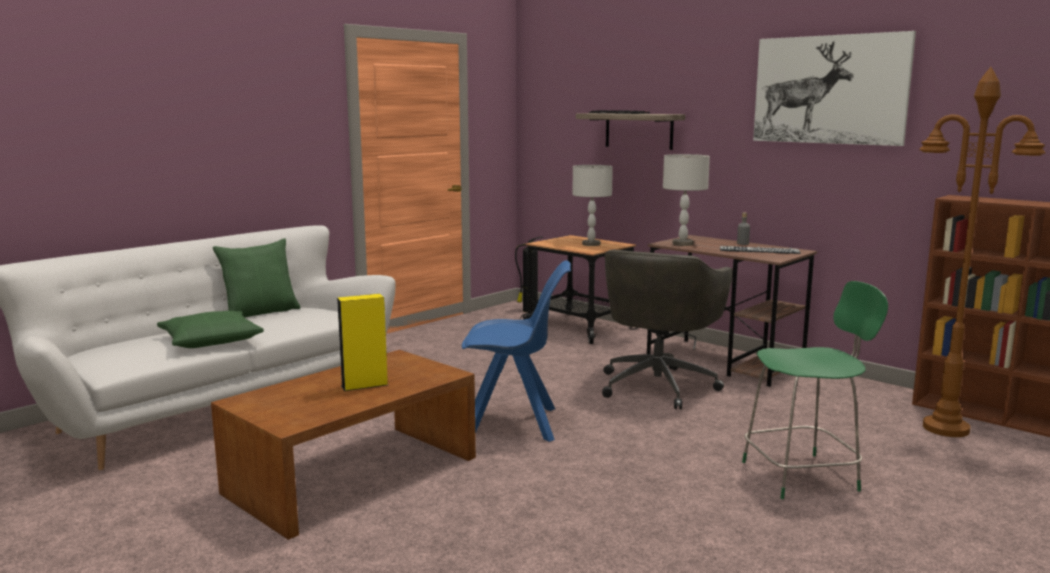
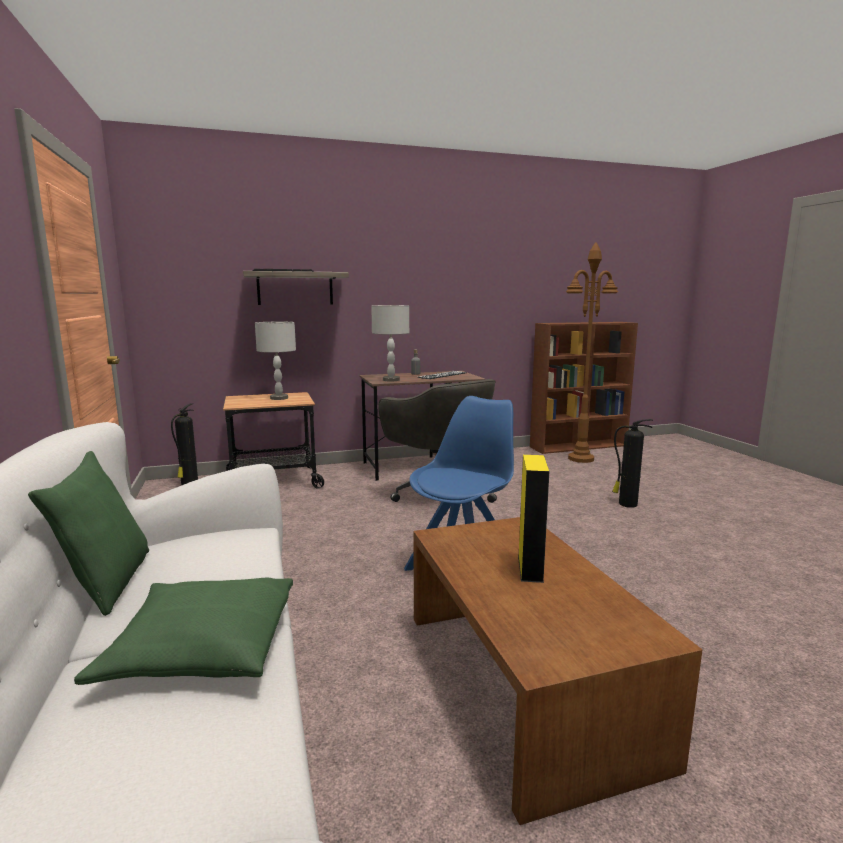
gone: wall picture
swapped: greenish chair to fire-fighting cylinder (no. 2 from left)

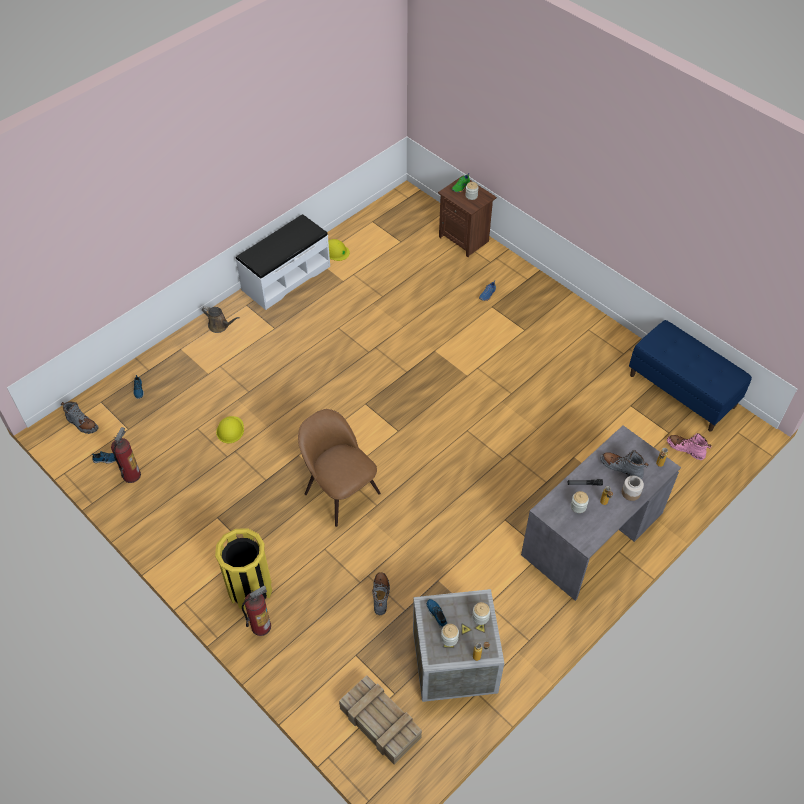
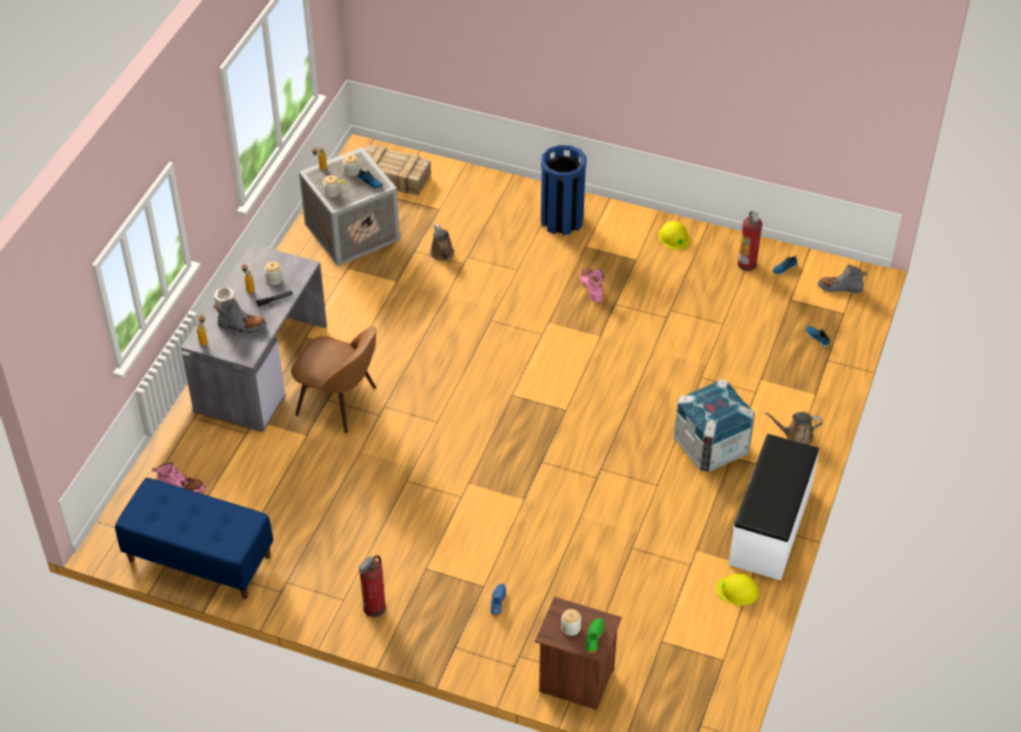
new: pinkish high-top boot (no. 2 from left); crate (no. 3 from left)
shifted: yellow safety helmet (no. 1 from left); fire-fighting cylinder (no. 2 from left in the first image) to fire-fighting cylinder (no. 1 from left); brown chair
swapped: greyish high-top boot (no. 2 from left) to brown watering pot (no. 1 from left)
repainted: yellow rubbish bin to blue rubbish bin

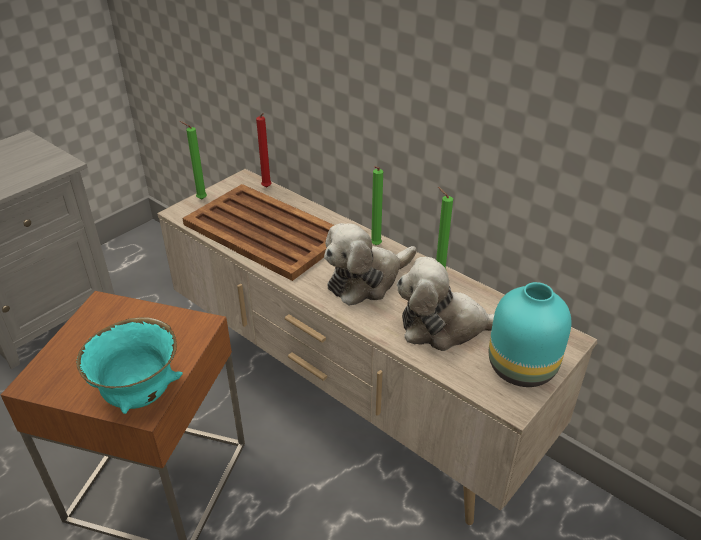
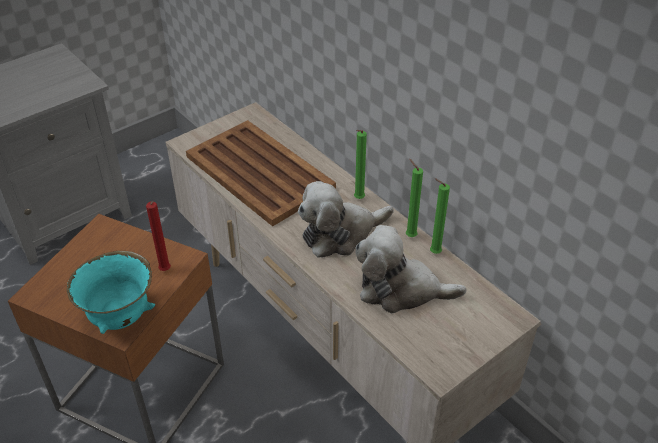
gone: turquoise-coloured decorative vase
shifted: greenish wax light (no. 1 from left in the first image) to greenish wax light (no. 3 from left); red wax light

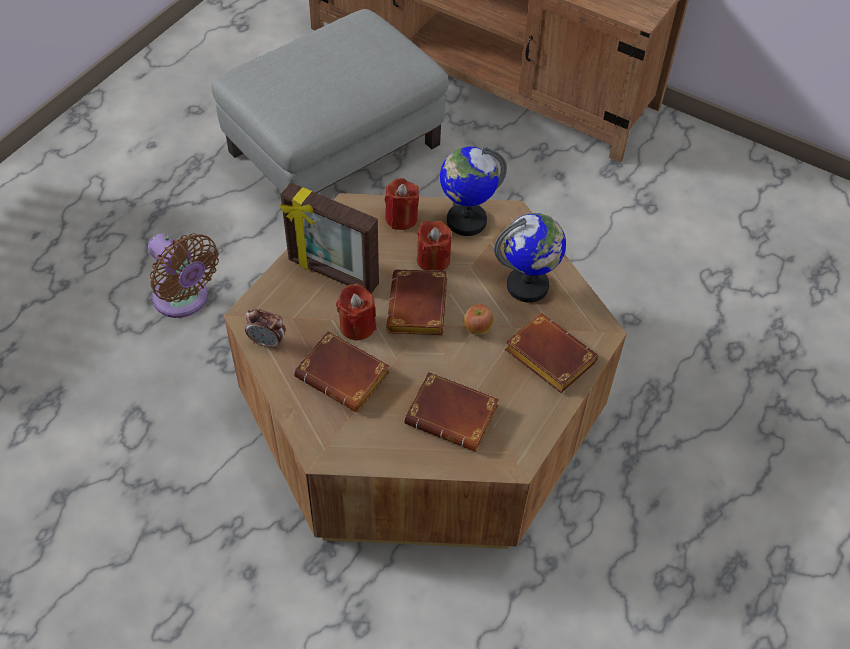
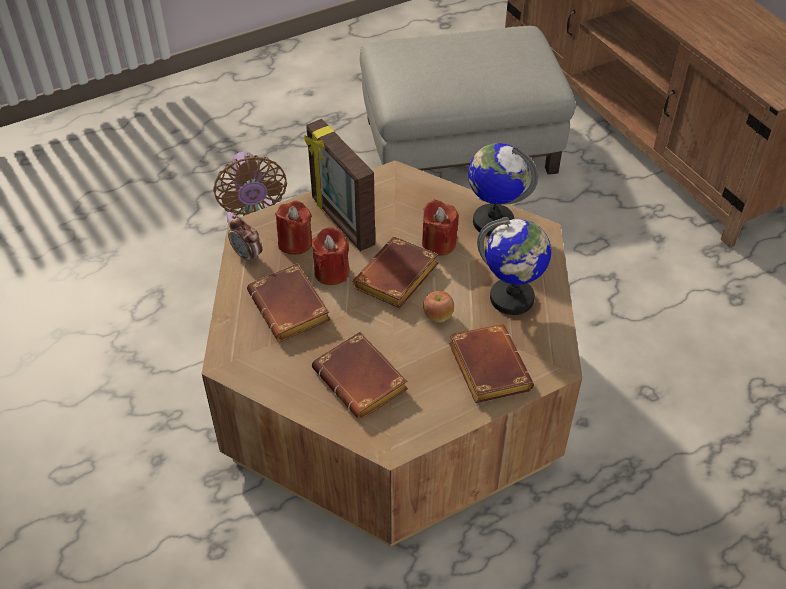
shifted: red wax light (no. 2 from left in the first image) to red wax light (no. 1 from left)

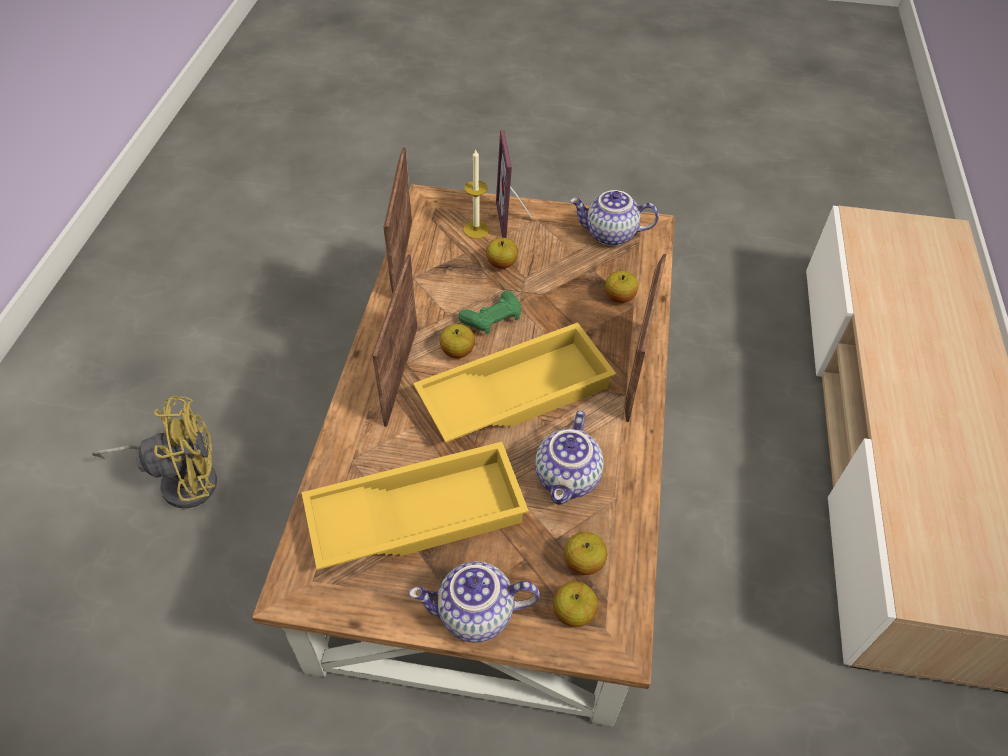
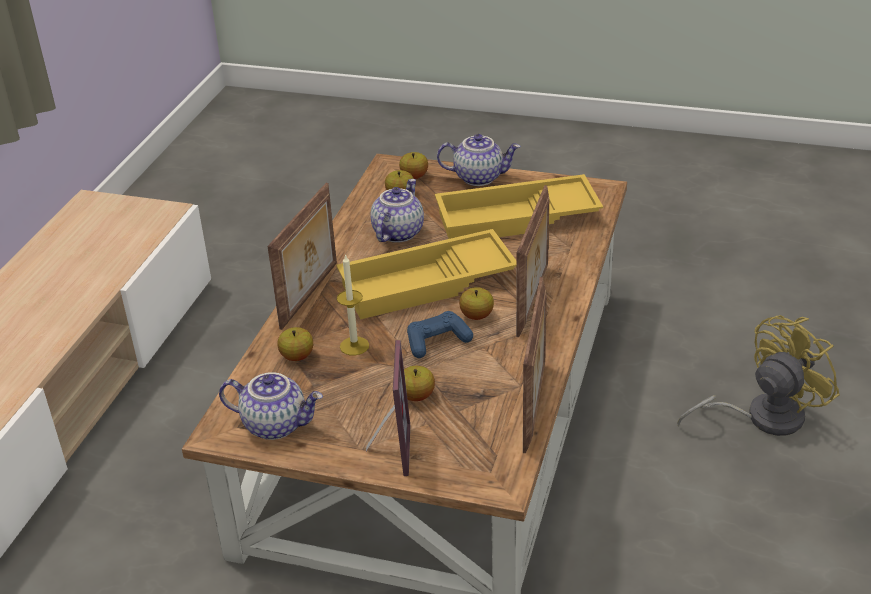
shifted: wax light
repainted: greenish gamepad to blue gamepad
rotated: yellow cooling fan 150 degrees clockwise

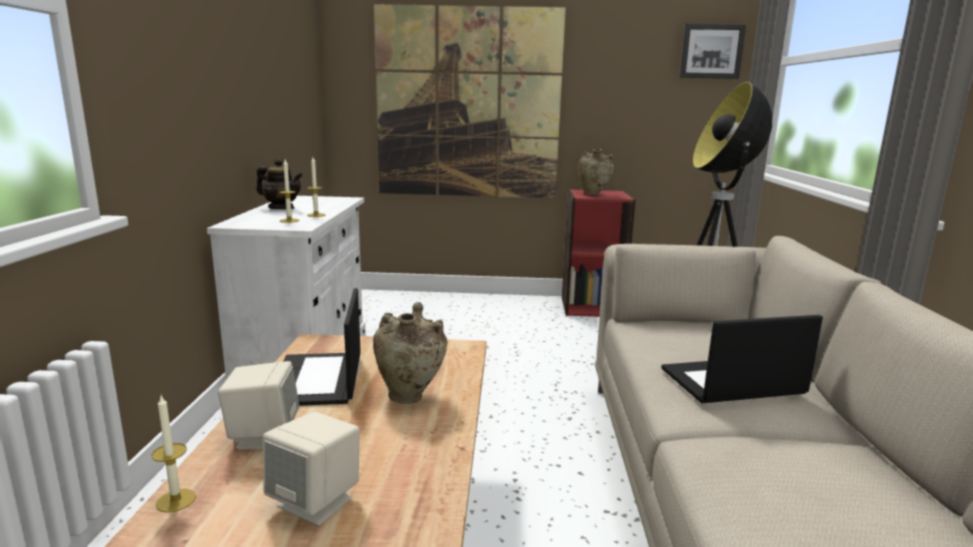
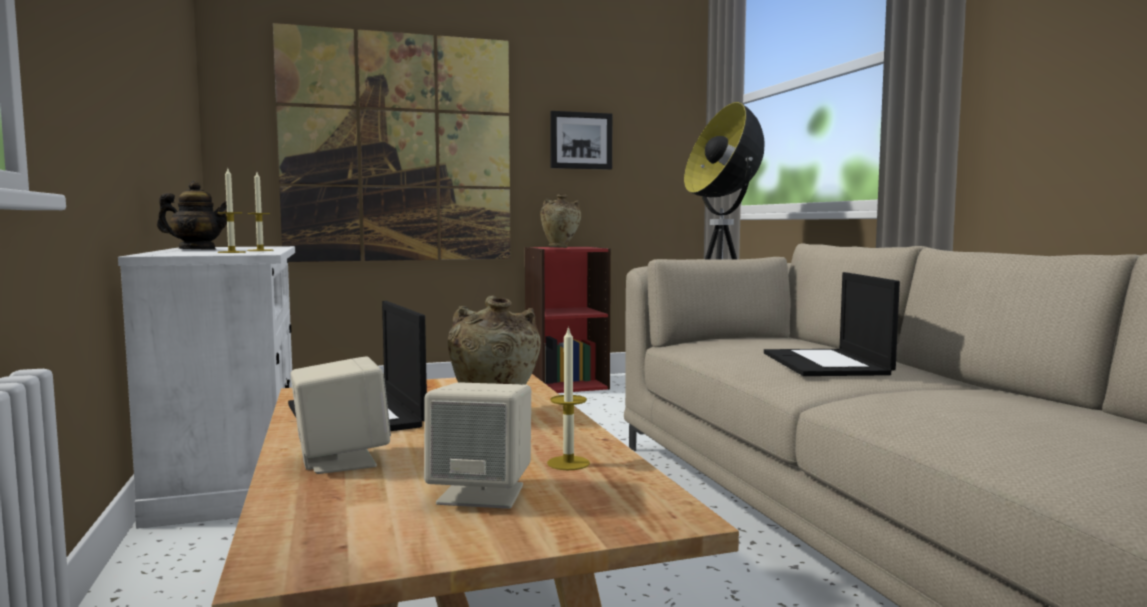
shifted: wax light (no. 1 from left in the first image) to wax light (no. 3 from left); wall picture (no. 2 from left)
rotated: laptop (no. 2 from left) 60 degrees counterclockwise

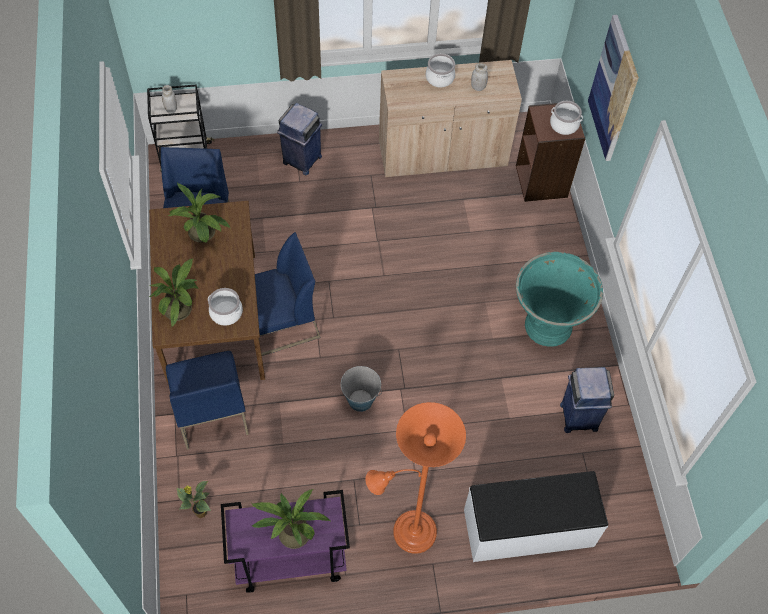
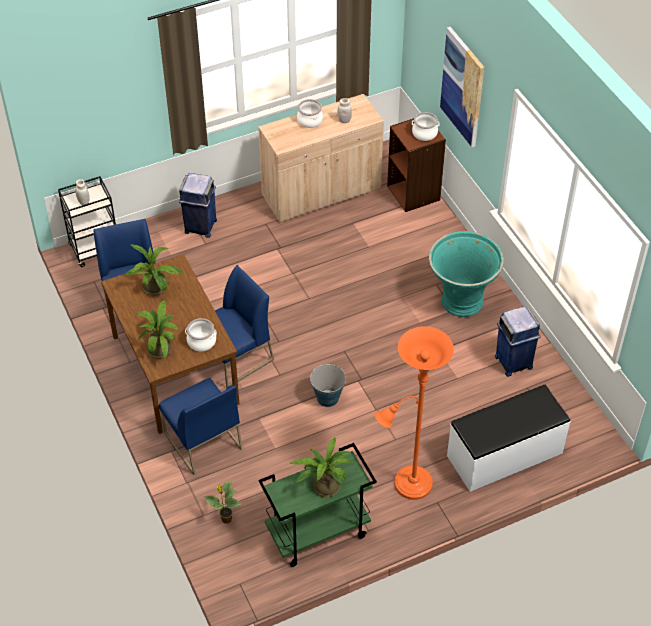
repainted: purplish trolley to greenish trolley

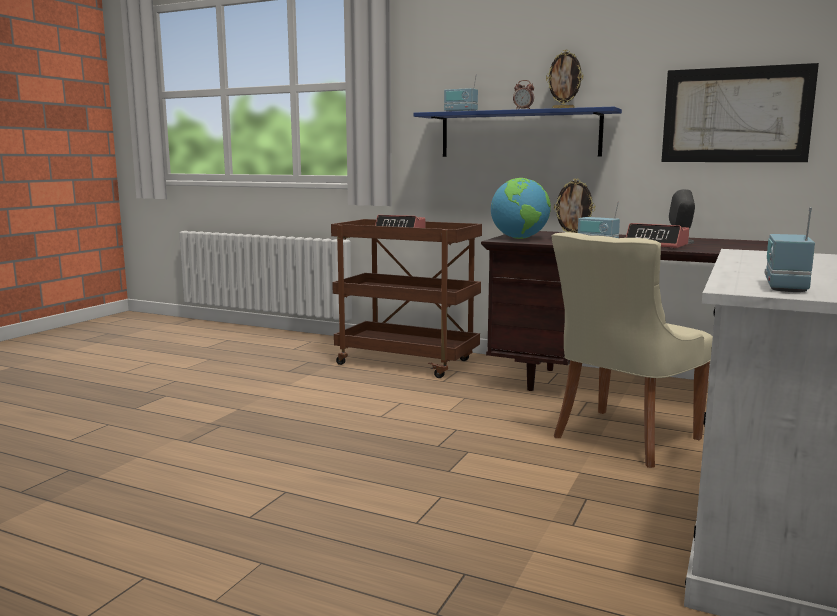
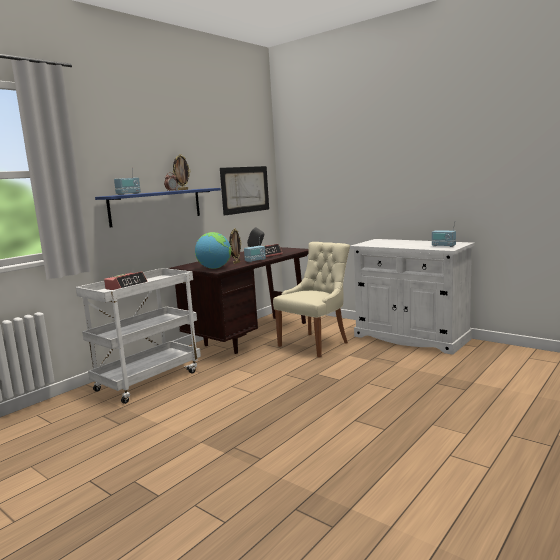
repainted: brown trolley to white-coloured trolley
rotated: beige chair 105 degrees counterclockwise

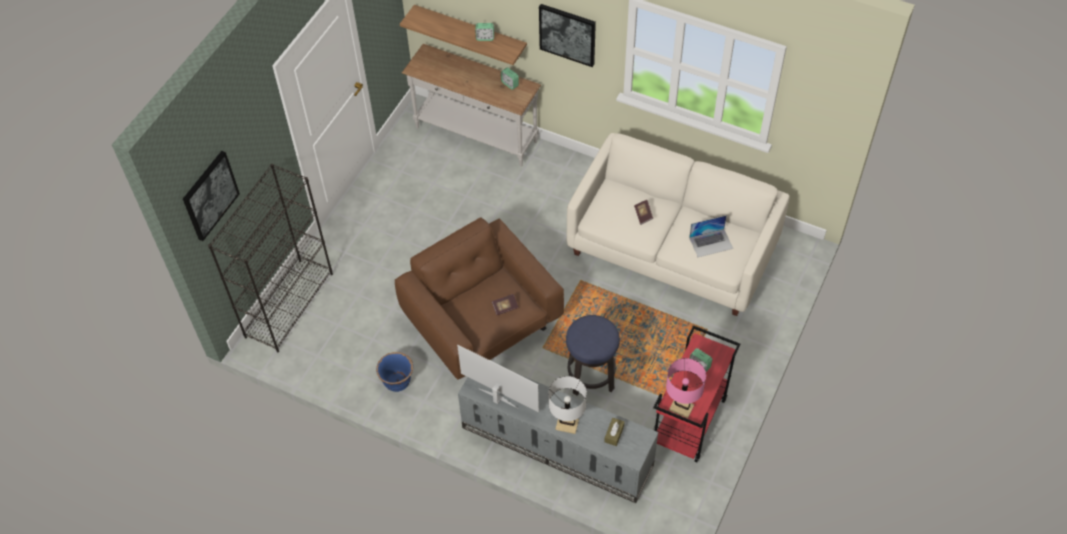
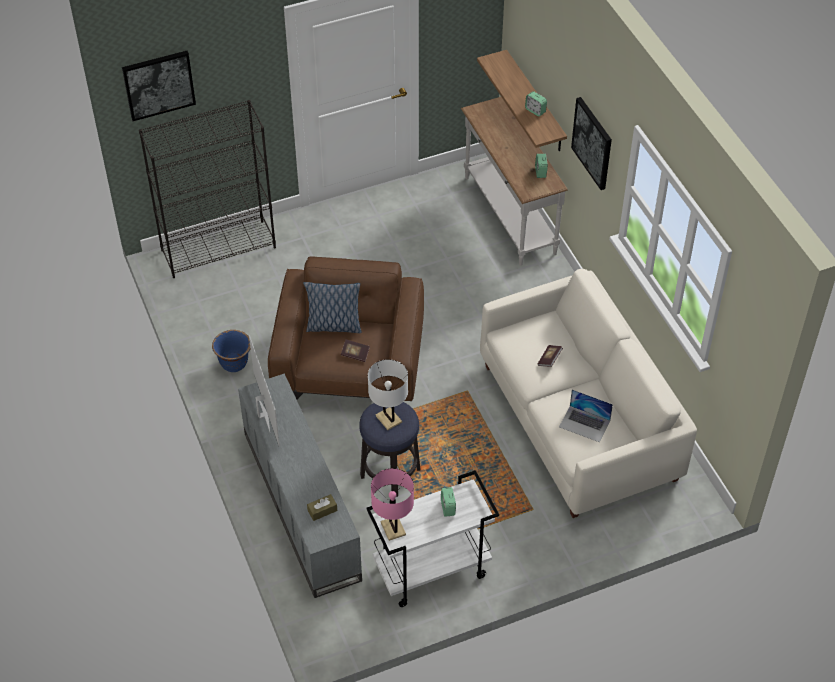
new: throw pillow
shifted: white-coloured tabletop lamp
repainted: red trolley to white-coloured trolley

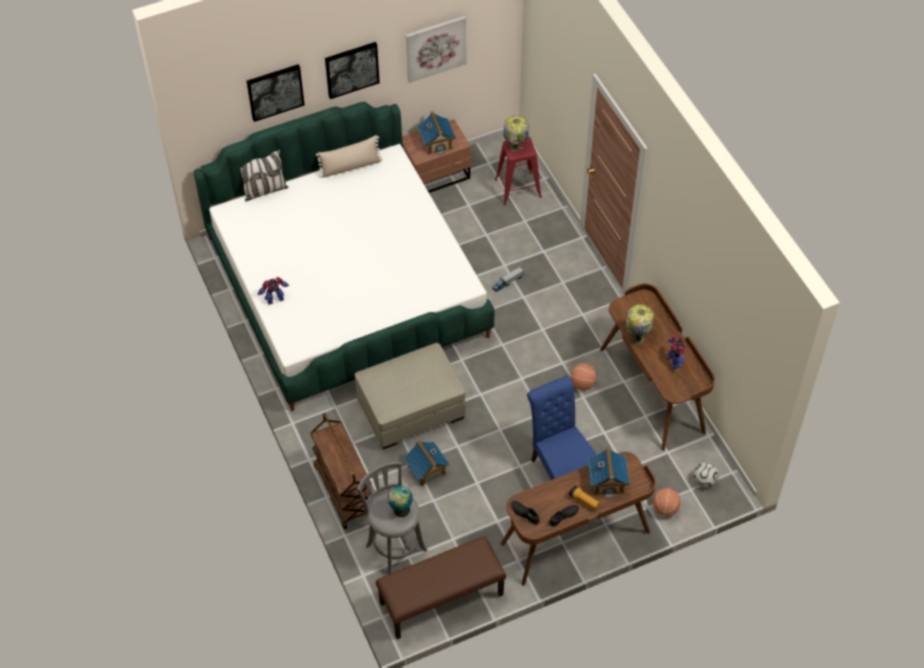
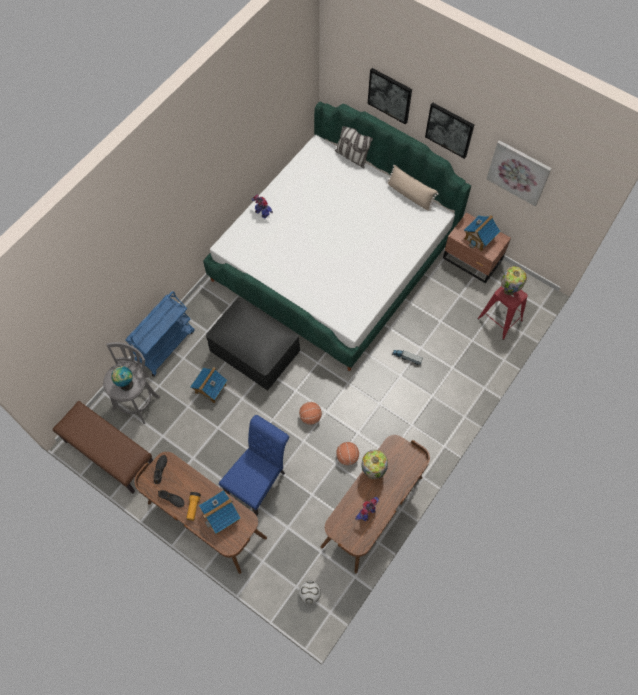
shifted: ball for basketball (no. 2 from left in the first image) to ball for basketball (no. 1 from left)
repainted: brown trolley to blue trolley; beige footrest to black footrest

